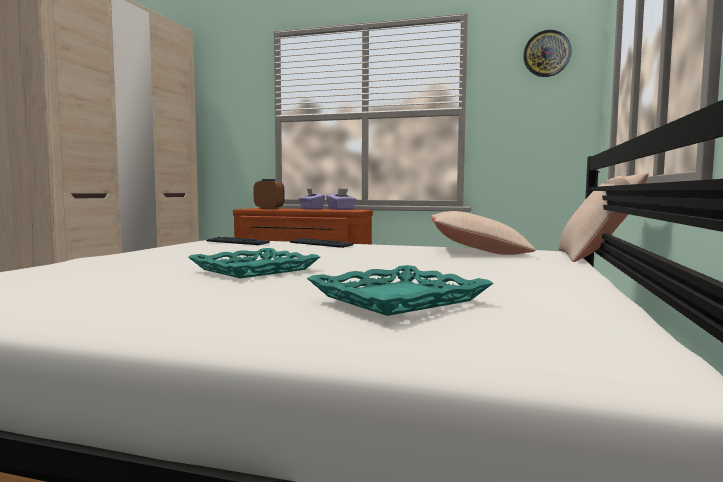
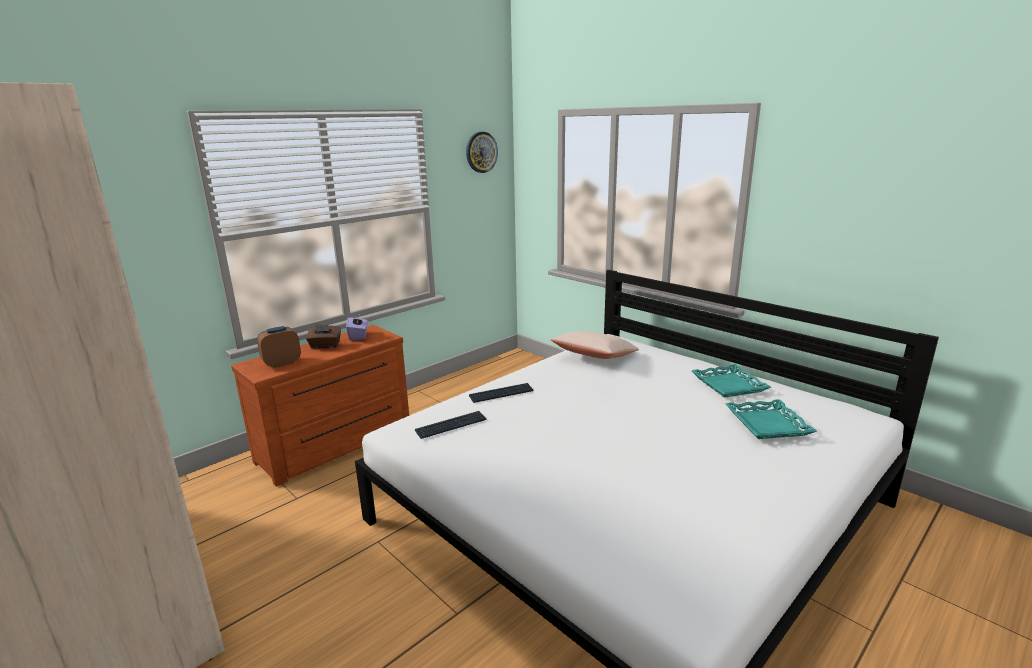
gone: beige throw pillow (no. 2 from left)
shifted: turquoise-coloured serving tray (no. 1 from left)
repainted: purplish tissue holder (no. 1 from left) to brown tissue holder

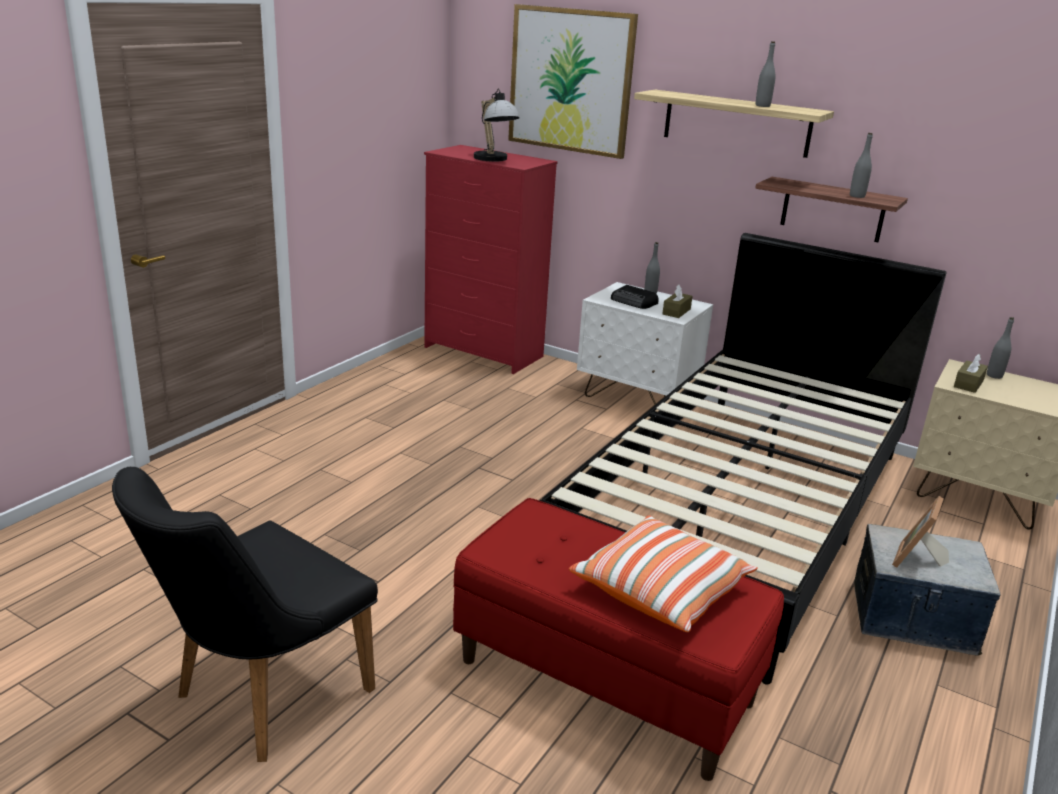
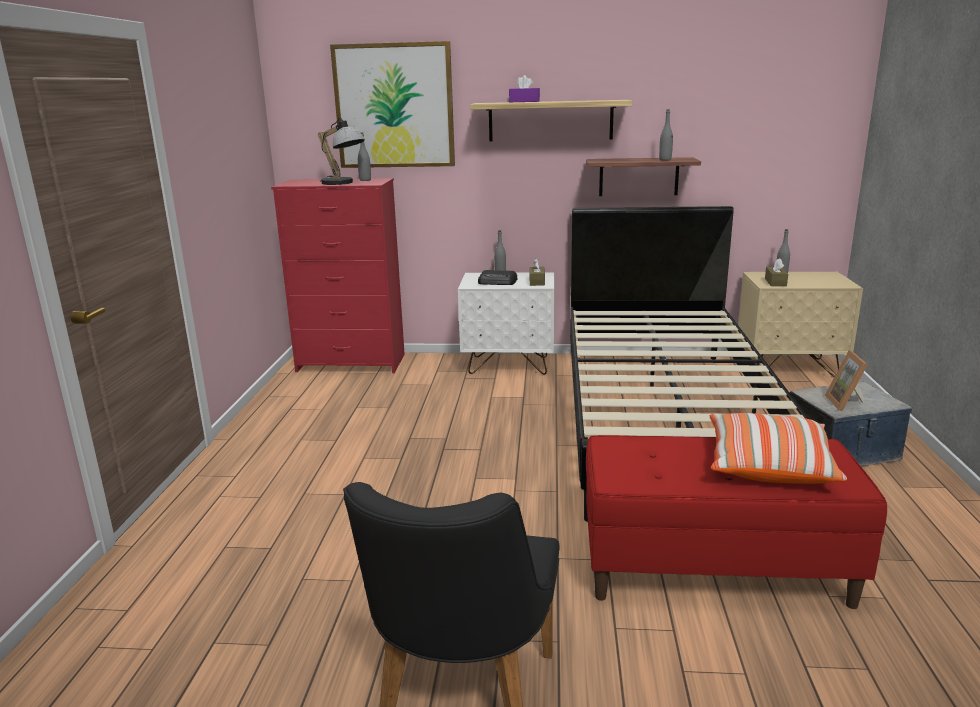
new: purplish tissue holder
shifted: greyish beverage bottle (no. 2 from left in the first image) to greyish beverage bottle (no. 1 from left)

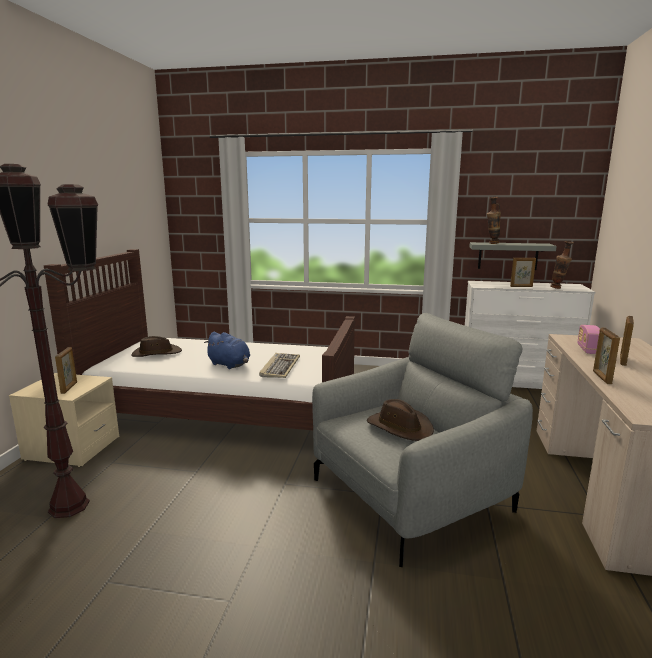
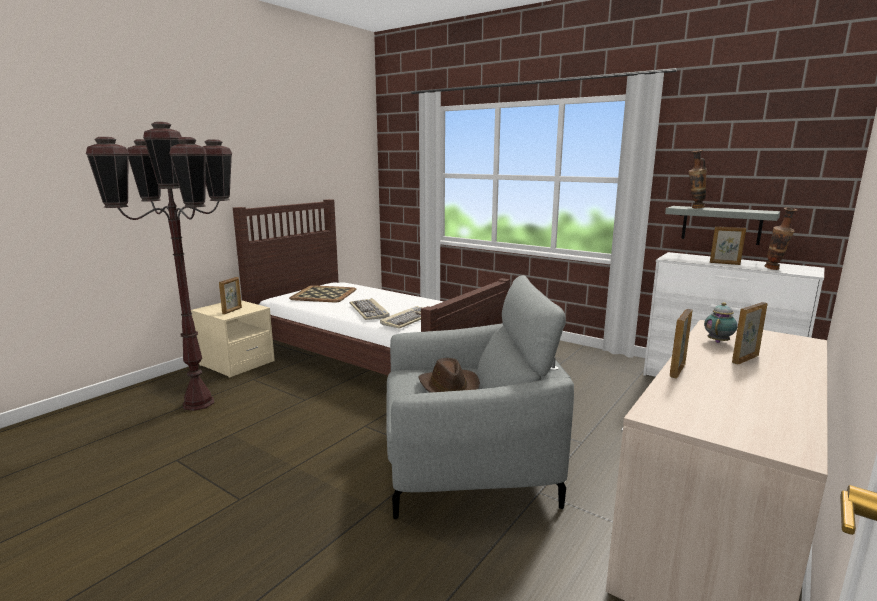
swapped: brown hat (no. 1 from left) to serving tray; blue plush toy to keyboard (no. 1 from left); radio set to teapot

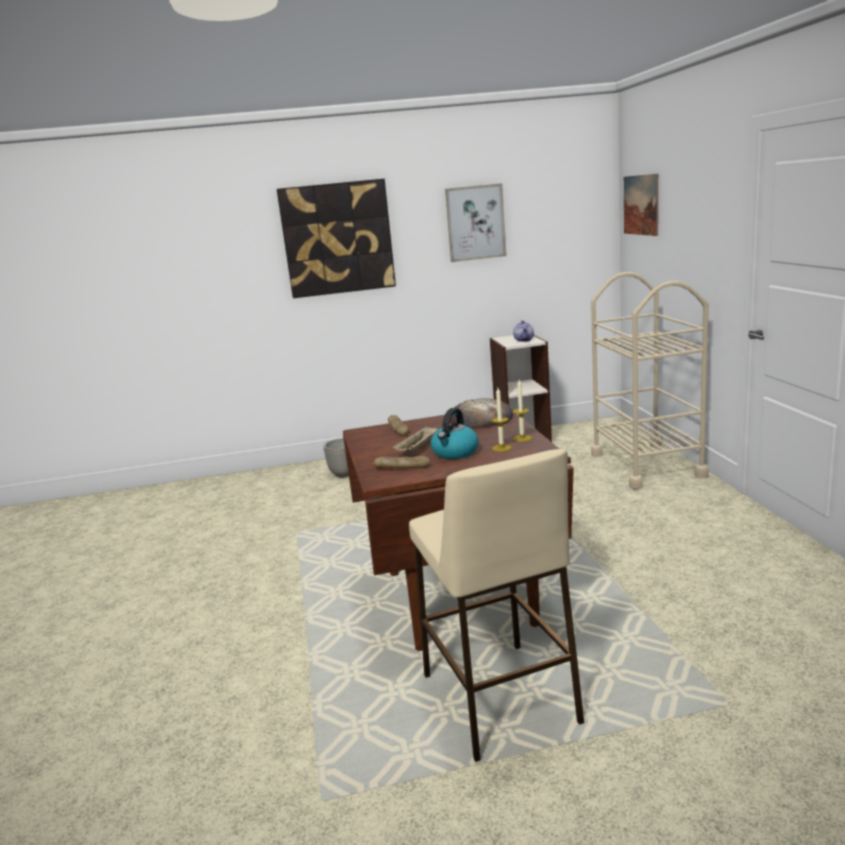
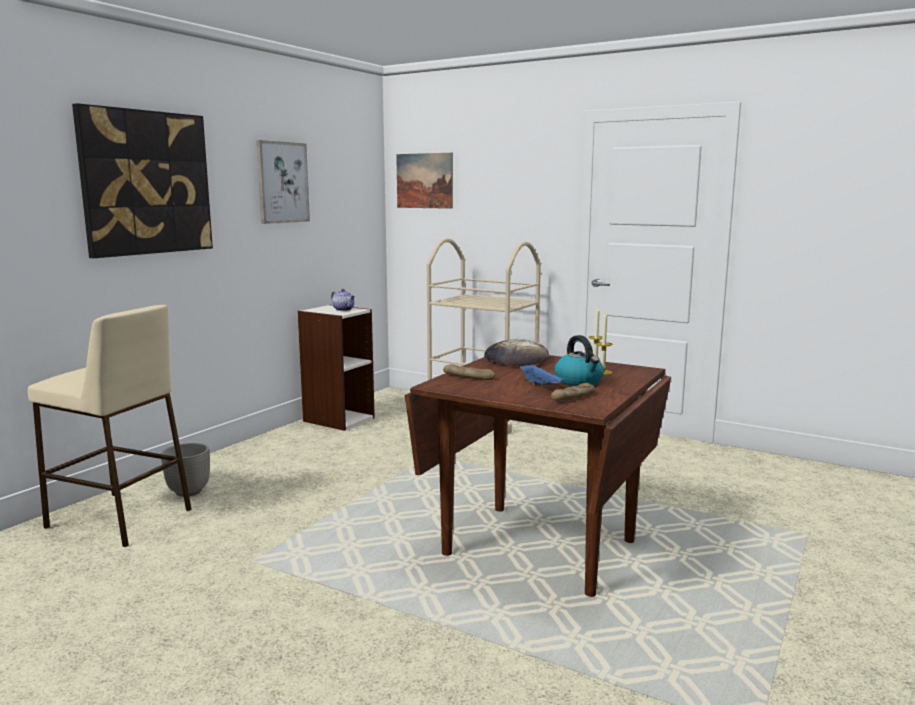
shifted: beige sitting stool
repainted: beige serving tray to blue serving tray

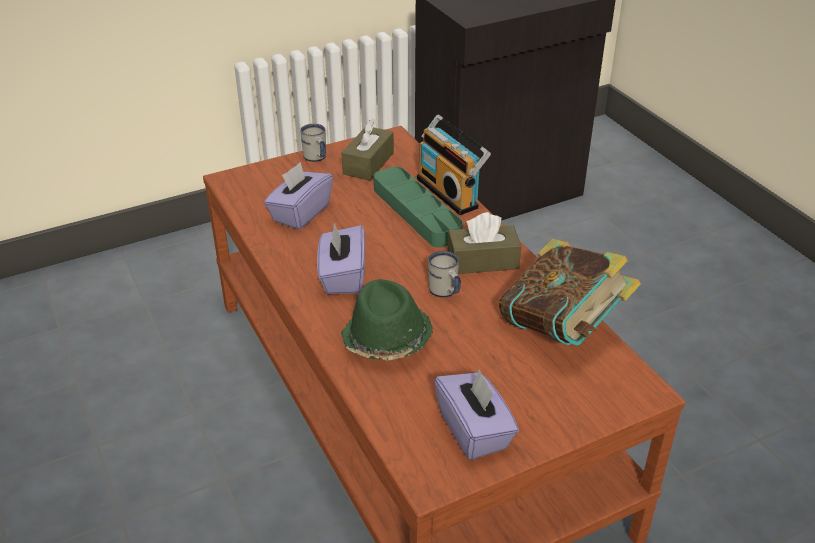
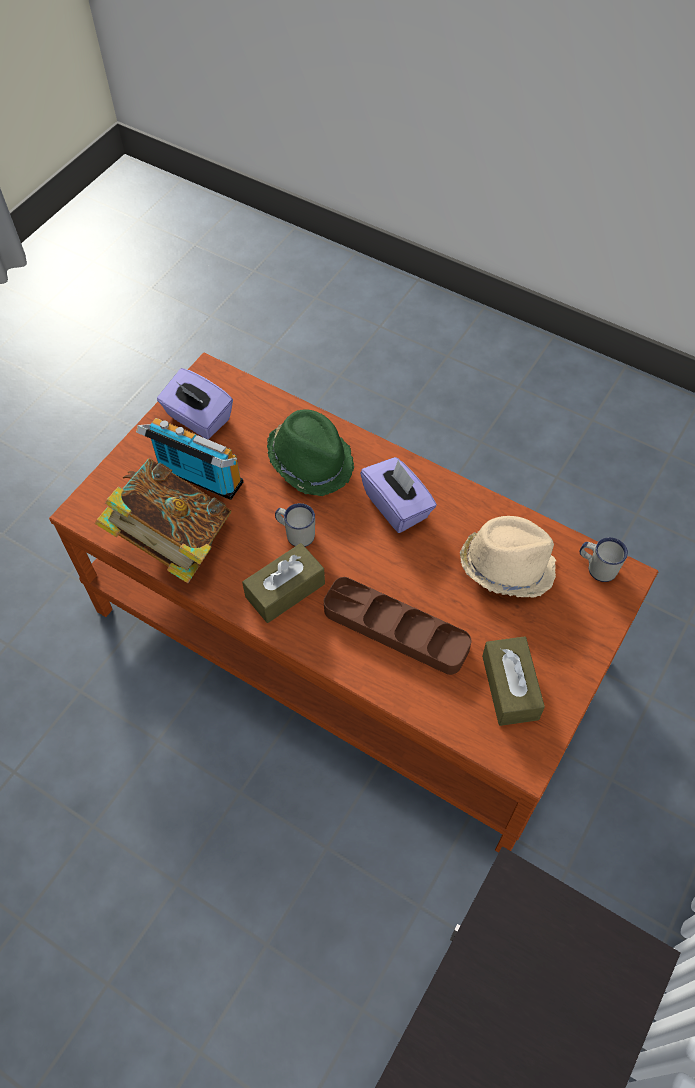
shifted: white-coloured coffee mug (no. 1 from left in the first image) to white-coloured coffee mug (no. 2 from left); radio set
swapped: purplish tissue holder (no. 1 from left) to beige hat
repainted: greenish serving tray to brown serving tray

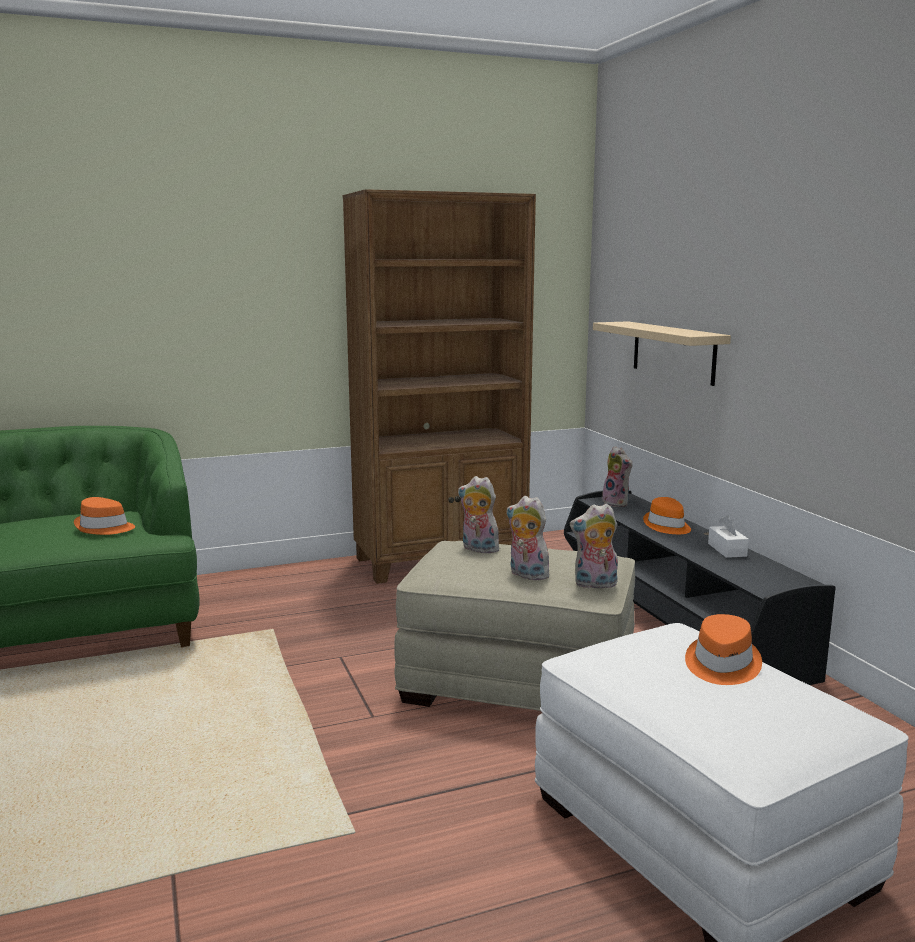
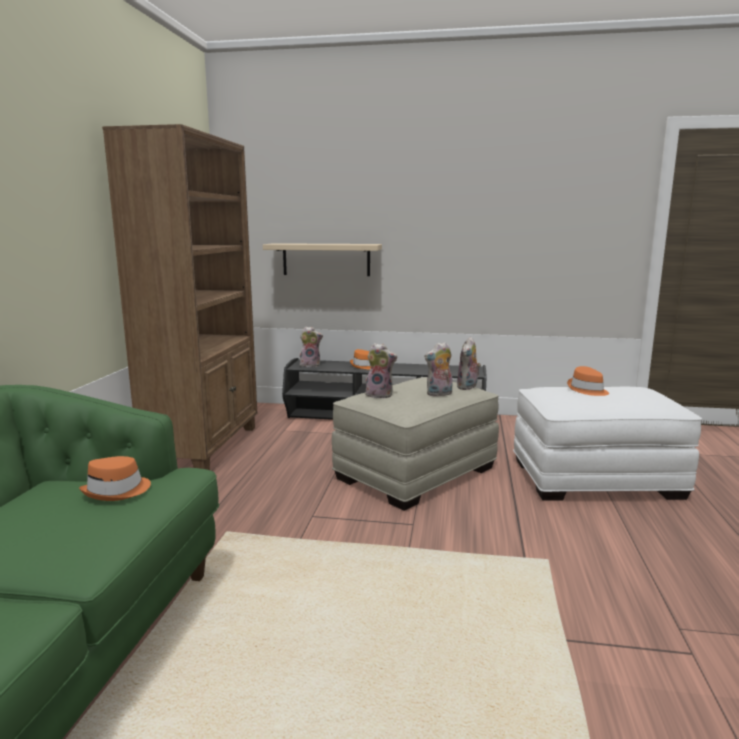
gone: white-coloured tissue holder
rotated: plush toy (no. 1 from left in the first image) 135 degrees counterclockwise

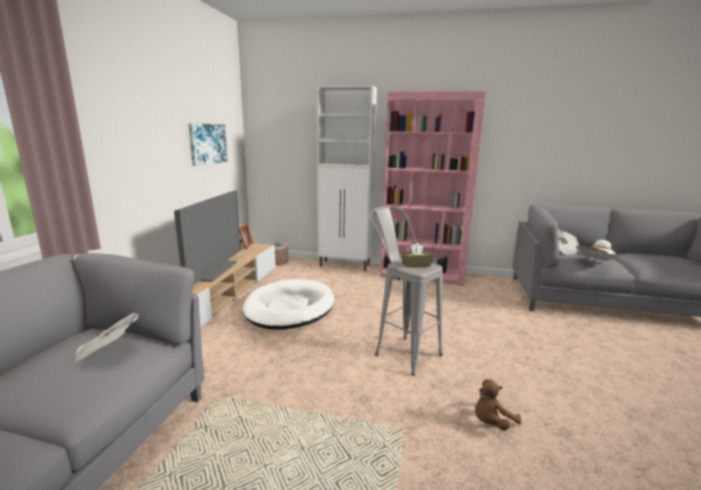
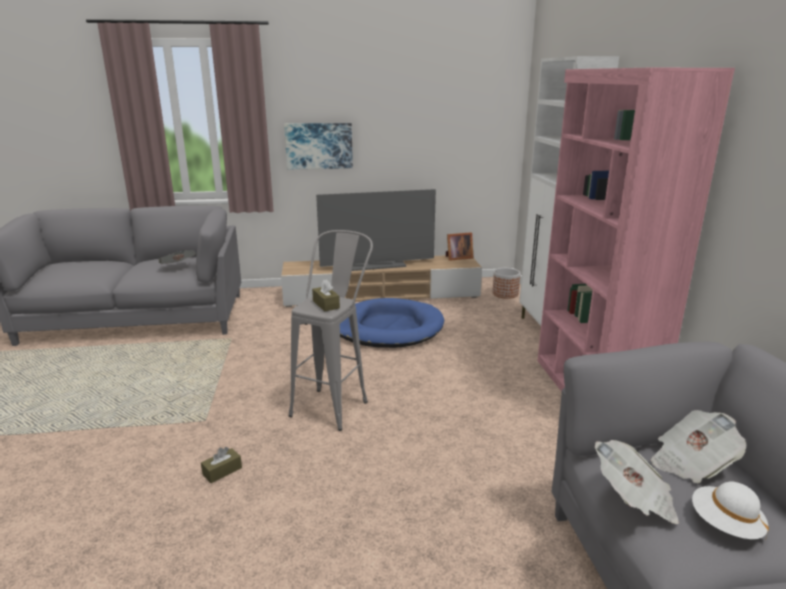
shifted: wall picture
swapped: brown plush toy to brown tissue holder (no. 1 from left)
repainted: white-coloured dog bed to blue dog bed

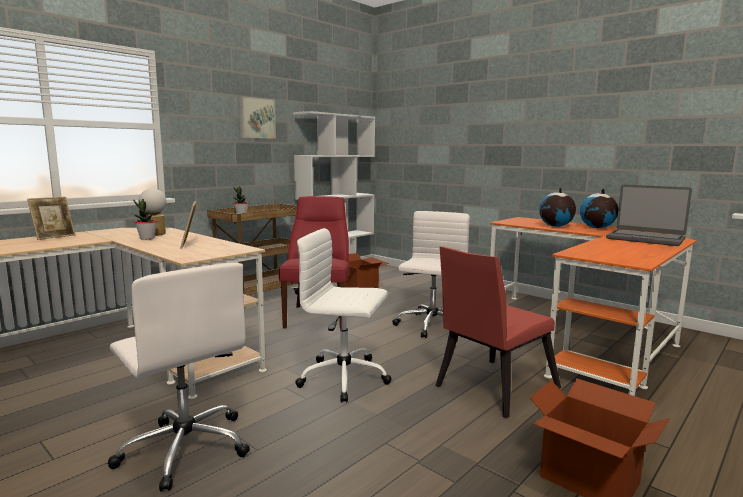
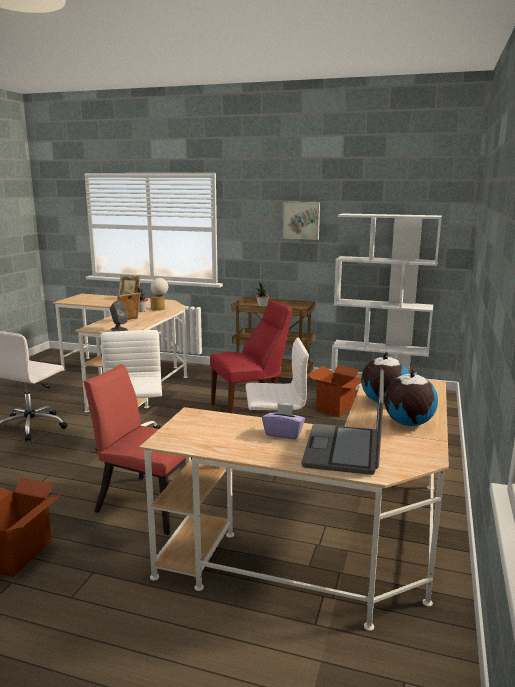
new: greyish loudspeaker; purplish tissue holder
repainted: orangey desk unit to beige desk unit (no. 2 from left)

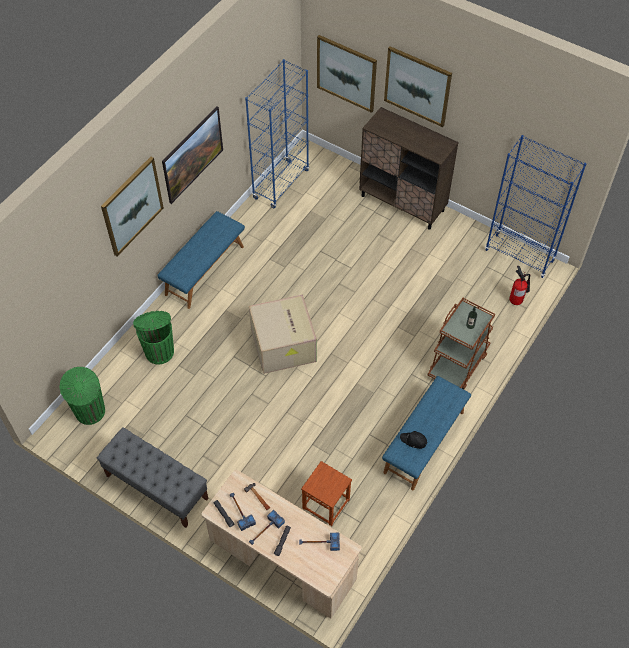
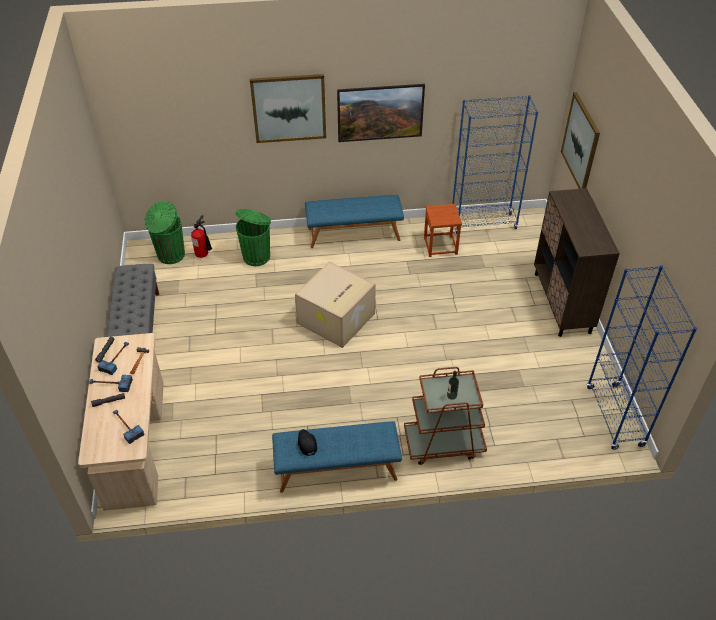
gone: wall picture (no. 4 from left)
shifted: brown sitting stool; fire-fighting cylinder

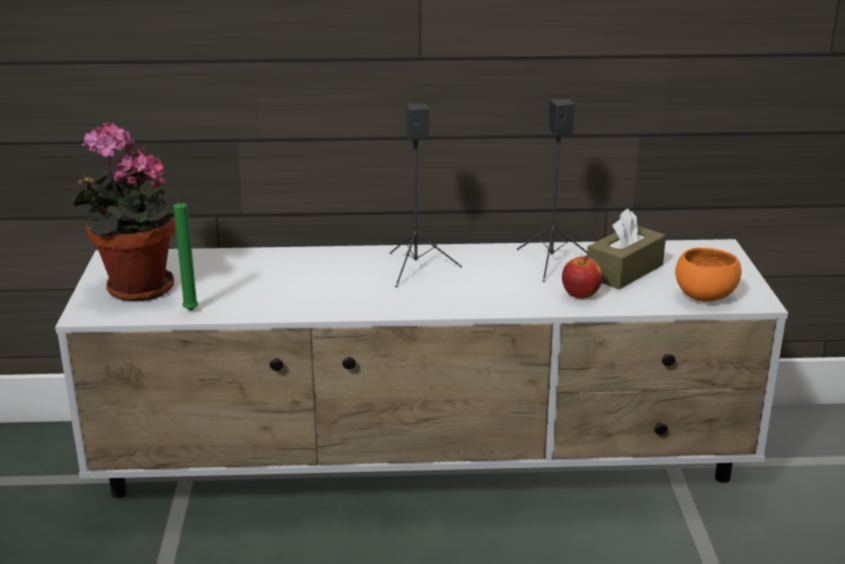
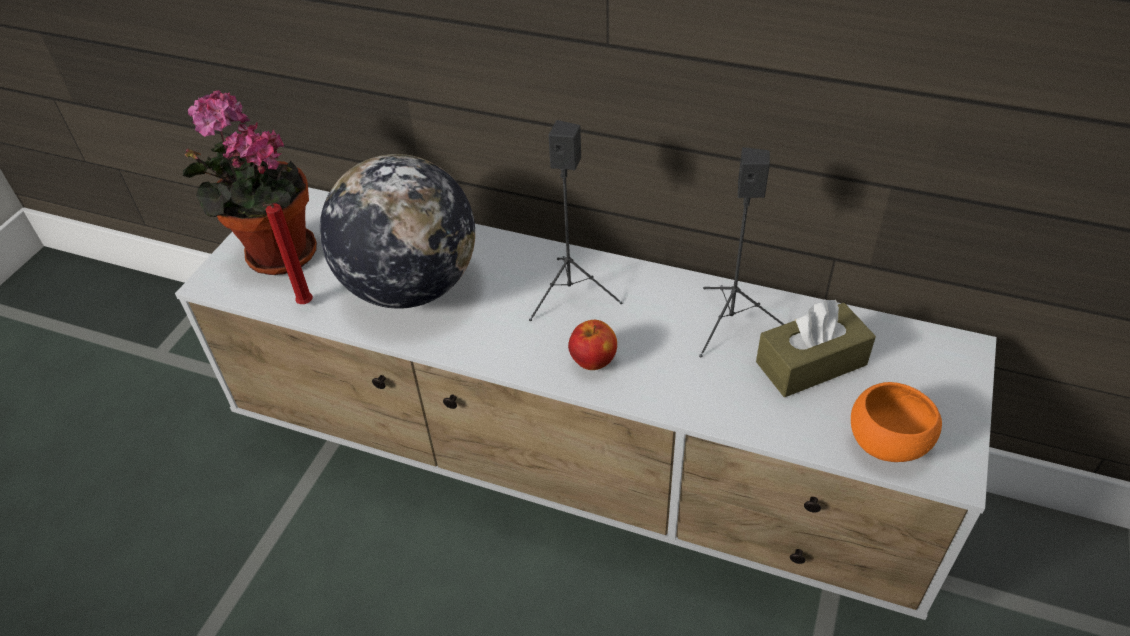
new: world globe
shifted: apple
repainted: greenish wax light to red wax light

